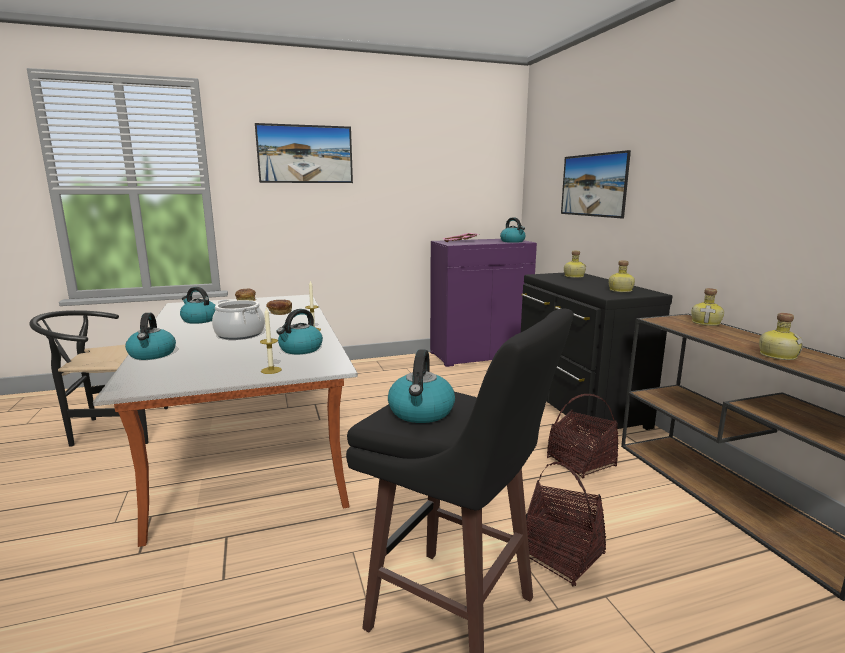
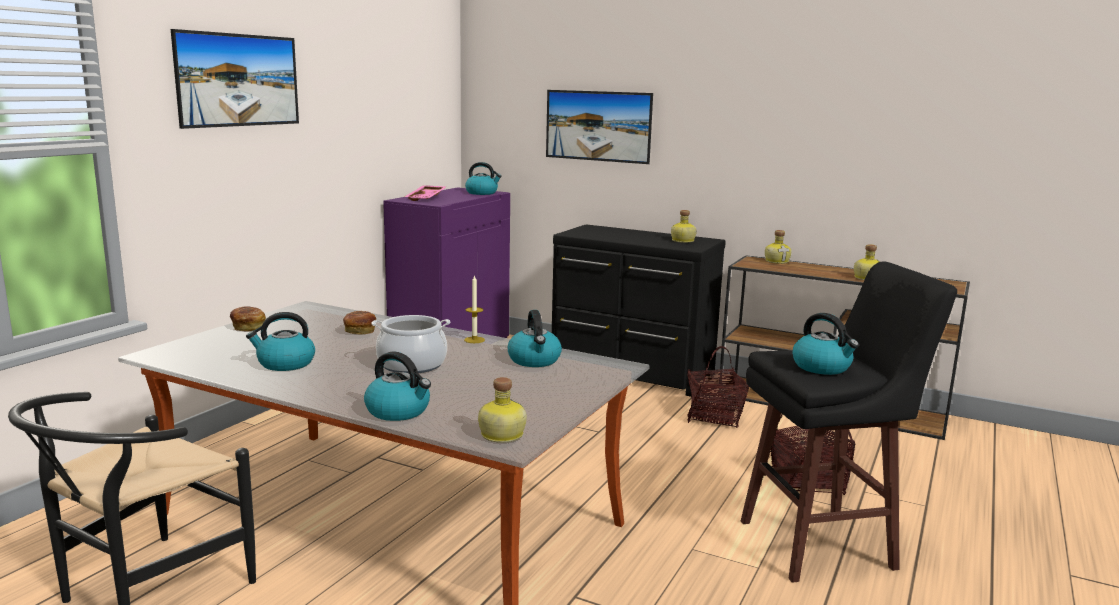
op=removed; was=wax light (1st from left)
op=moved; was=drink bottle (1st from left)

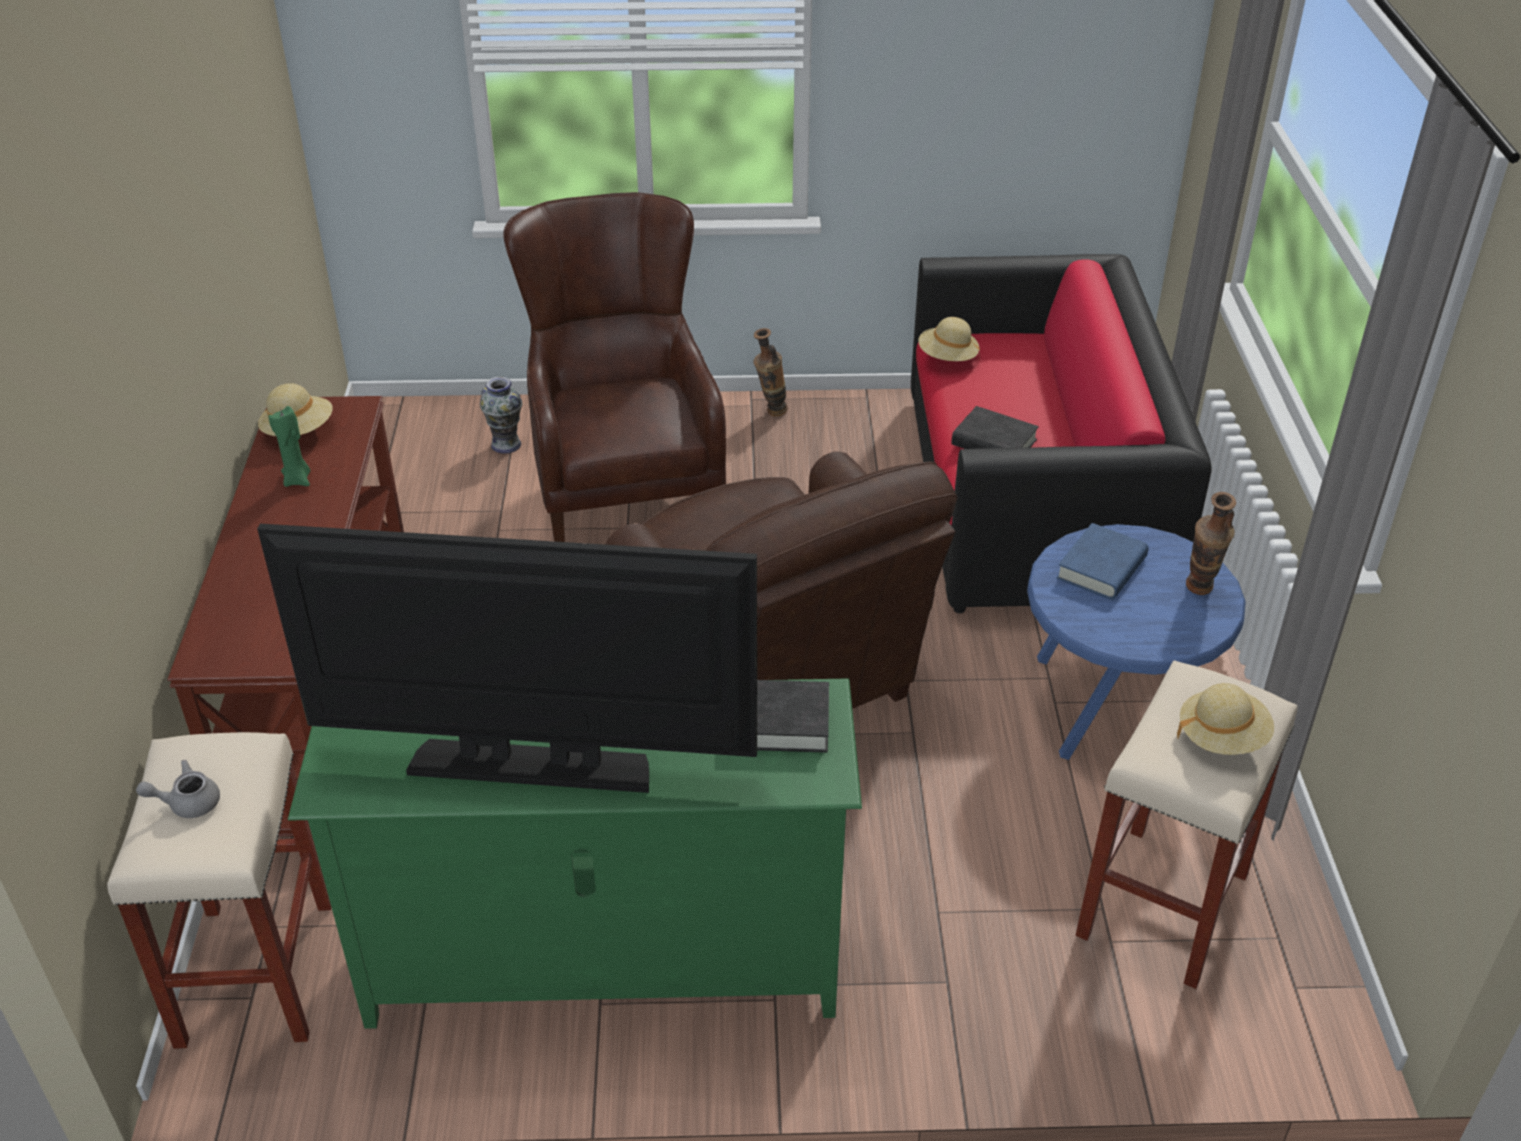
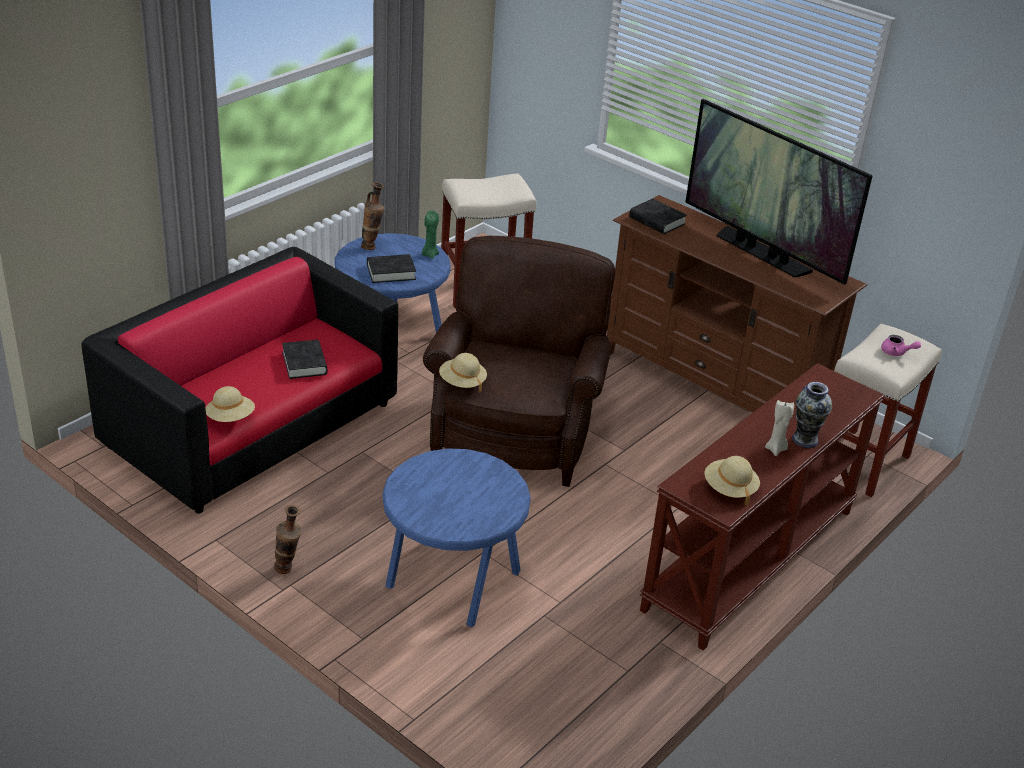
op=added; now=beige wax light
op=moved; was=green-coloured wax light
op=moved; was=decorative vase (1st from left in the first image); now=decorative vase (3rd from left)
op=moved; was=beige clothing hat (3rd from left in the first image); now=beige clothing hat (2nd from left)
op=replaced; was=brown-coloured armchair (1st from left); now=blue side table (2nd from left)
op=recoloured; was=gray pot for tea; now=pinkish pot for tea
op=recoloured; was=green-coloured tv unit; now=brown-coloured tv unit
op=recoloured; was=blue bound book; now=black bound book (2nd from left)

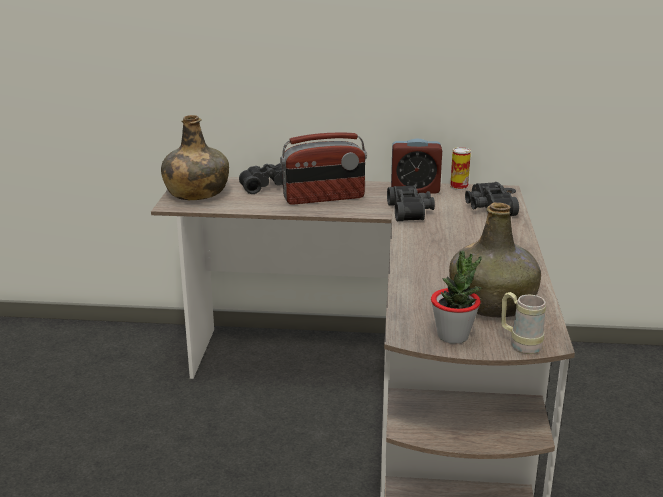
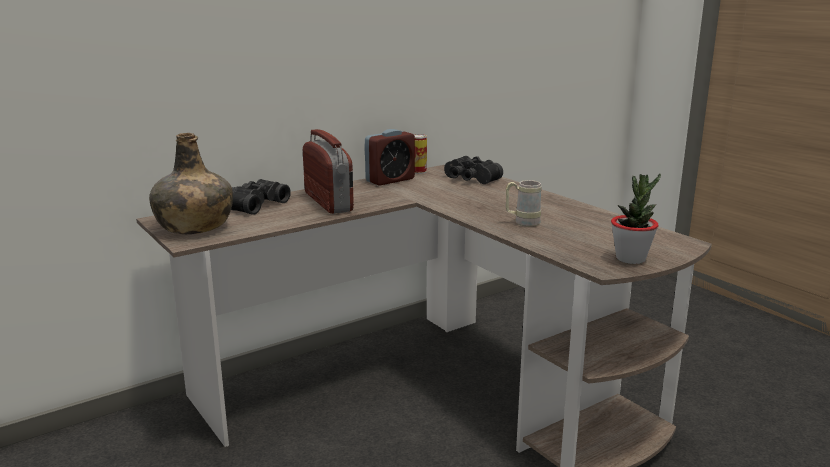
op=removed; was=black field glasses (2nd from left)
op=removed; was=green-coloured drink bottle (2nd from left)
op=moved; was=beige coffee mug
op=turned; was=radio receiver; clockwise=-60

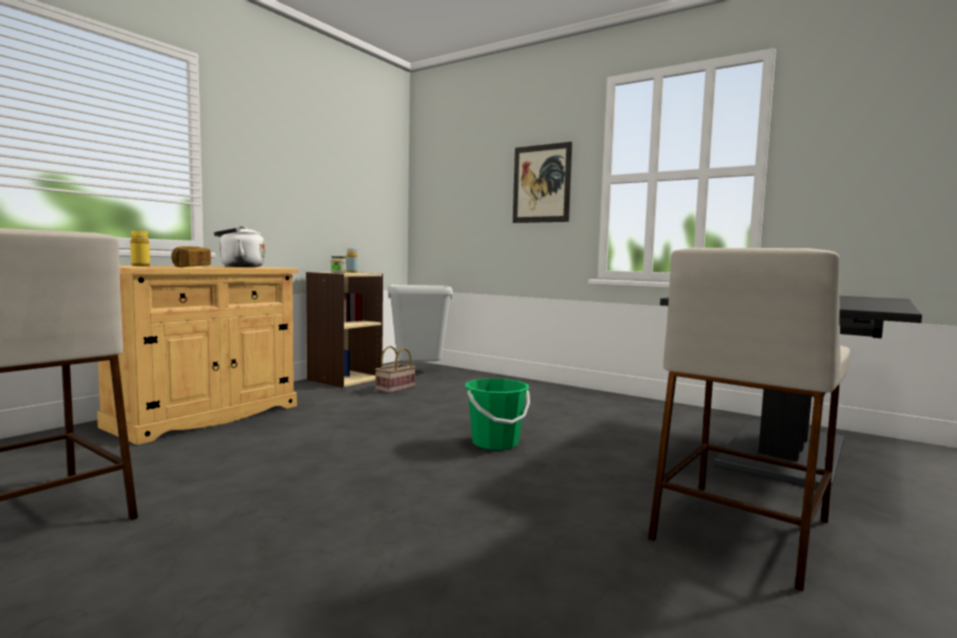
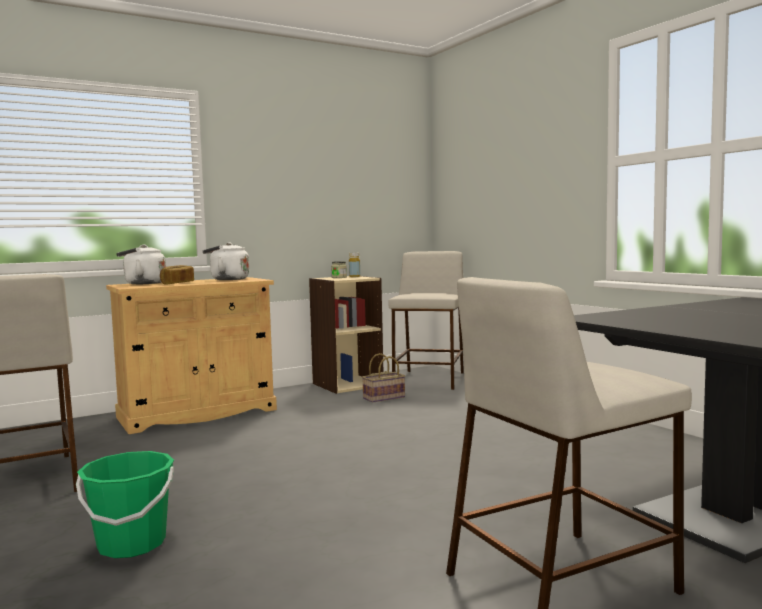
op=removed; was=picture
op=moved; was=green-coloured bucket
op=replaced; was=yellow-coloured drink bottle (1st from left); now=white-coloured kettle (1st from left)
op=replaced; was=gray waste bin; now=beige stool (2nd from left)

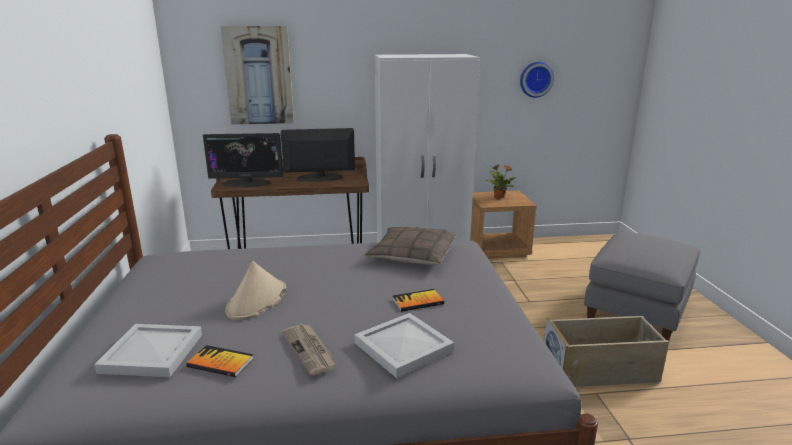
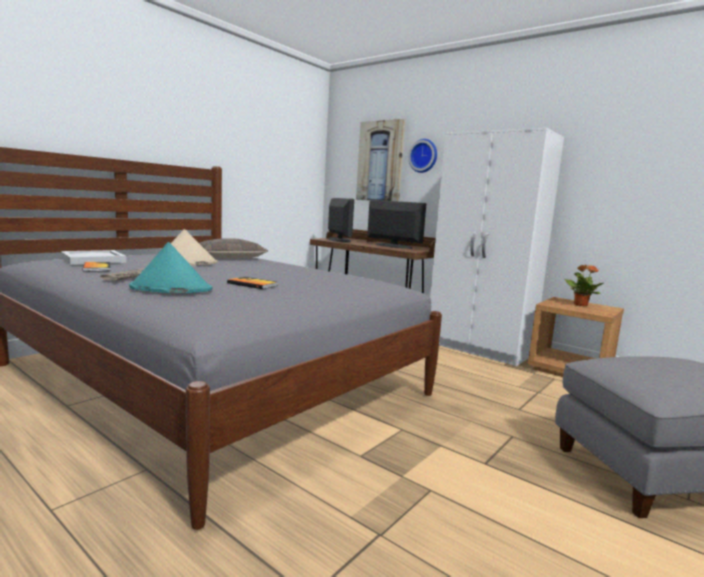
op=removed; was=beige storage box
op=moved; was=pillow
op=moved; was=wall clock
op=replaced; was=white-coloured tray (2nd from left); now=turquoise clothing hat
op=turned; was=computer display (1st from left); clockwise=-150

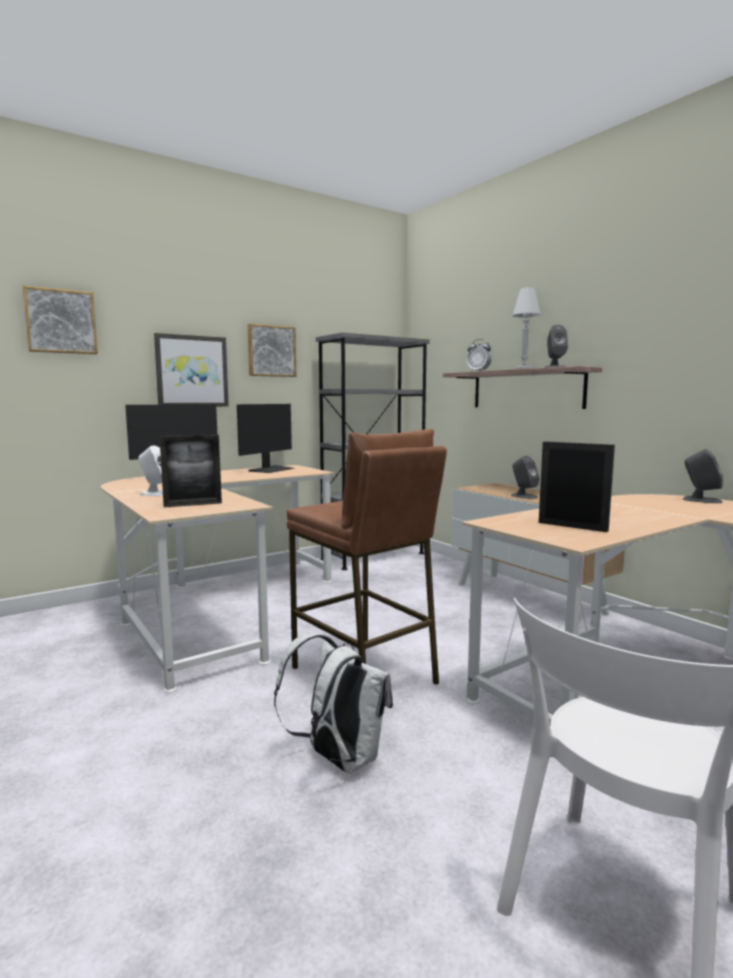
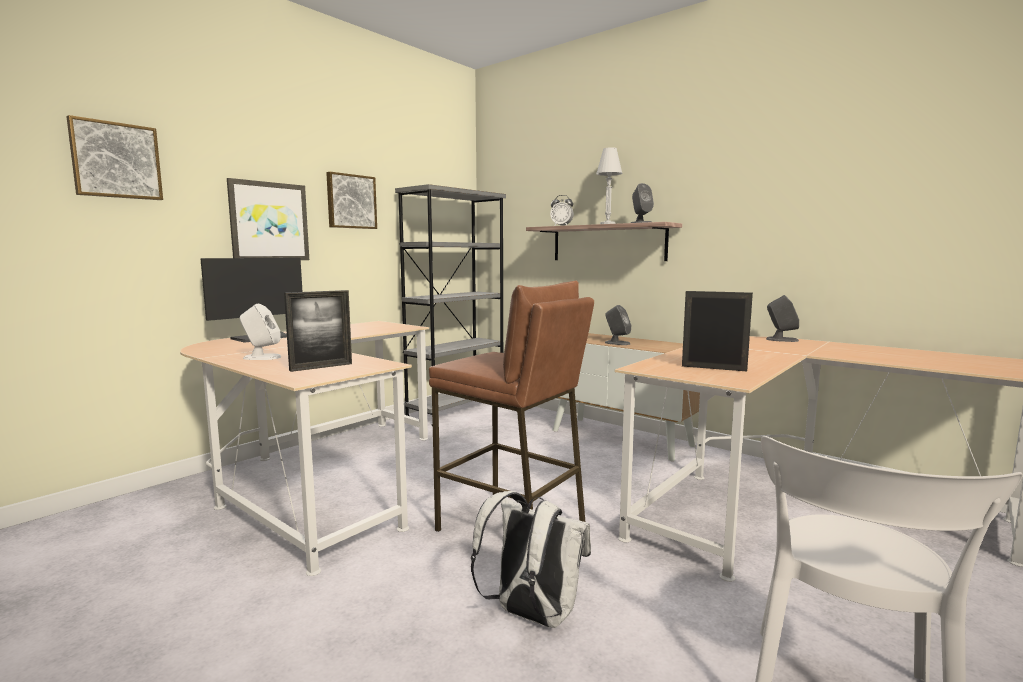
op=removed; was=computer display (2nd from left)

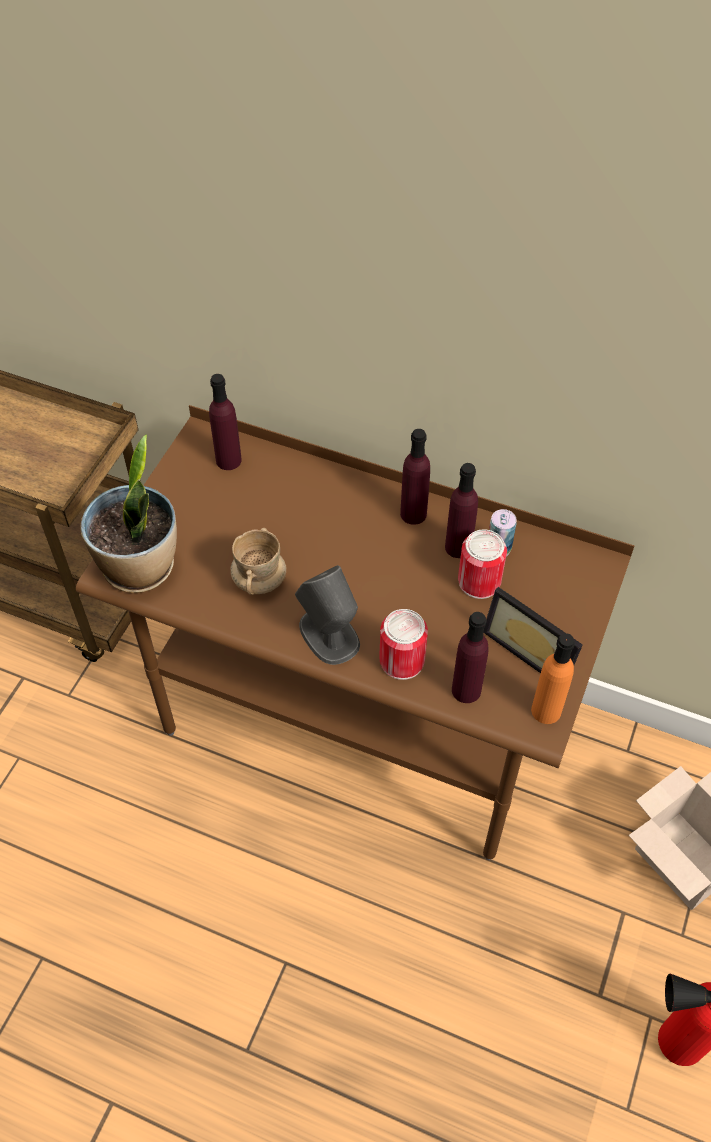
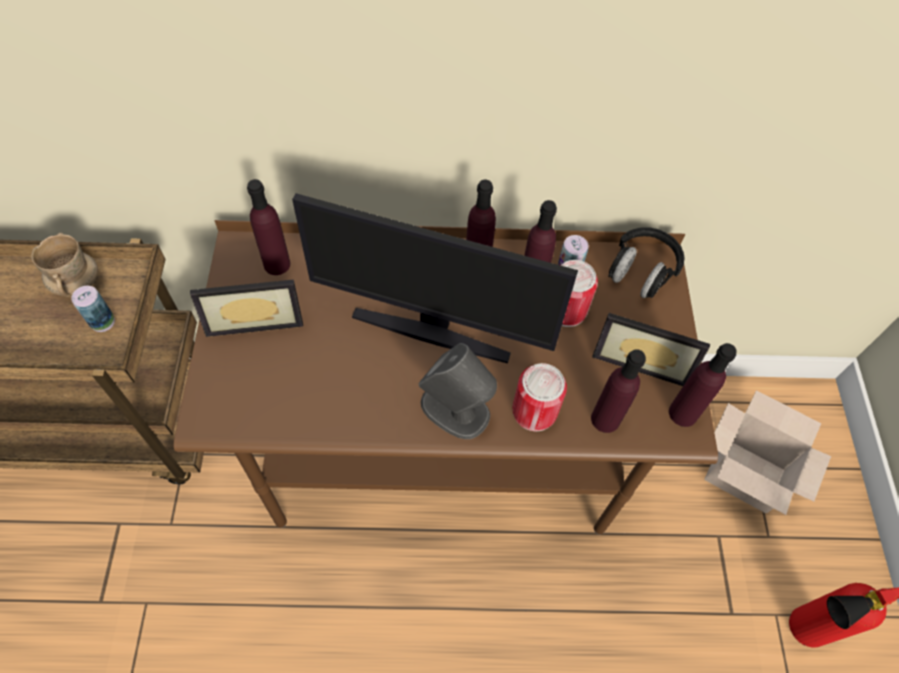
op=removed; was=plant in a pot
op=added; now=can (1st from left)
op=added; now=photo frame (1st from left)
op=added; now=computer display
op=added; now=black headphones
op=moved; was=beige coffee mug
op=recoloured; was=orange drink bottle; now=purple-coloured drink bottle (5th from left)

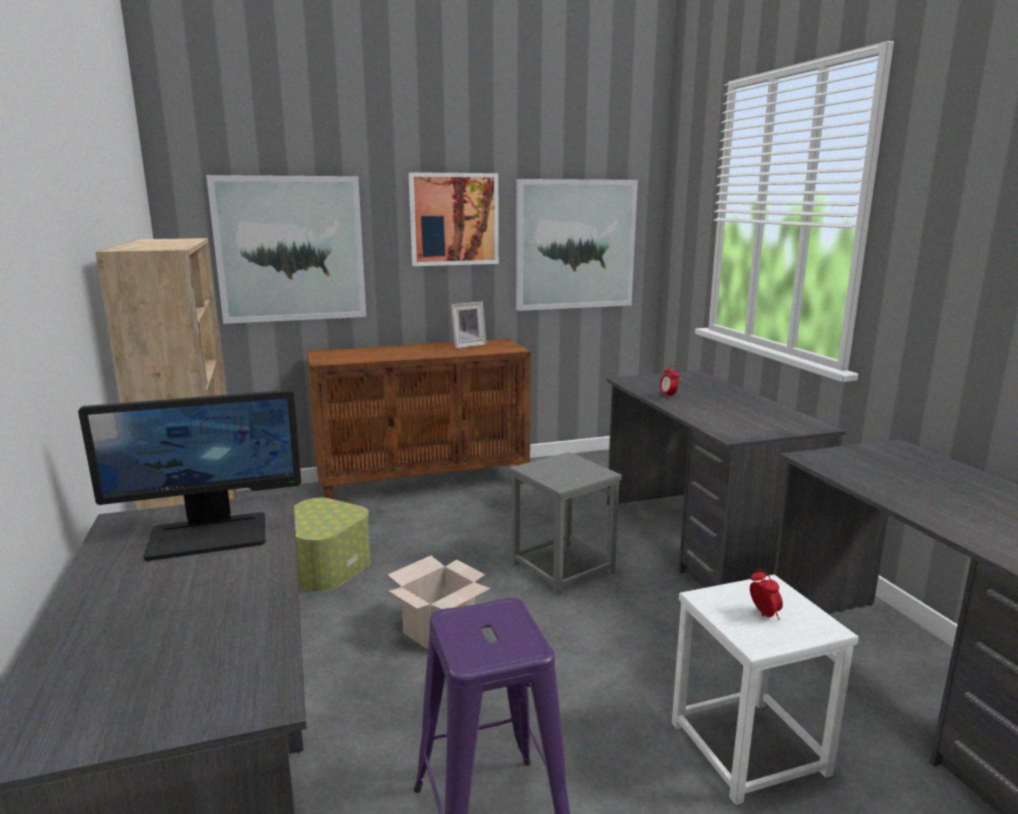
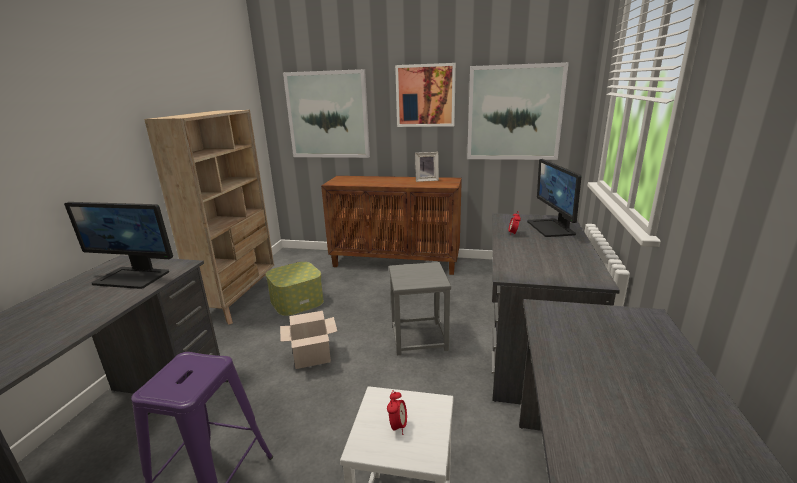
op=added; now=computer display (2nd from left)

